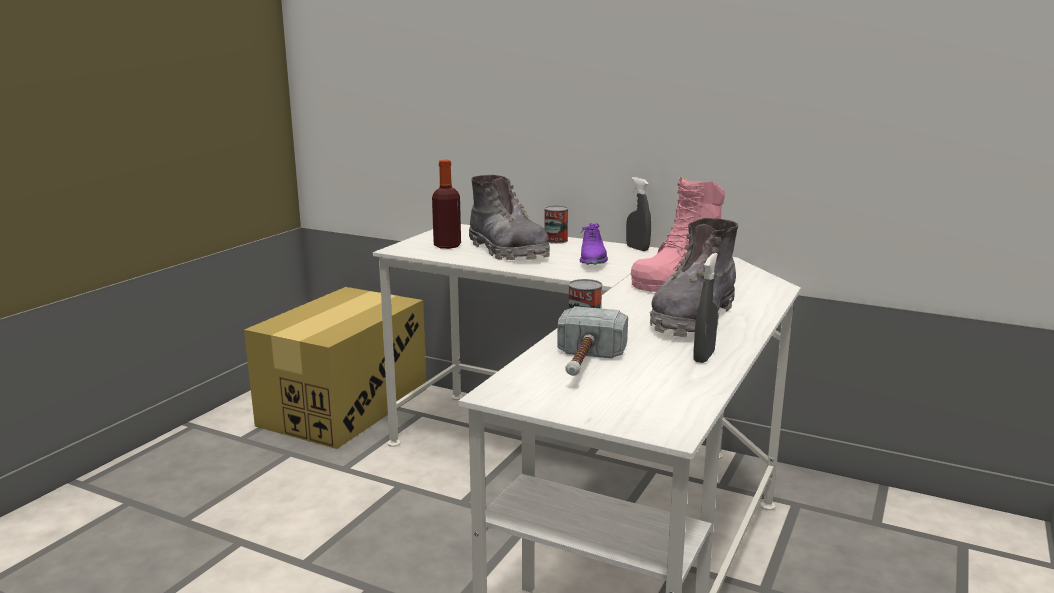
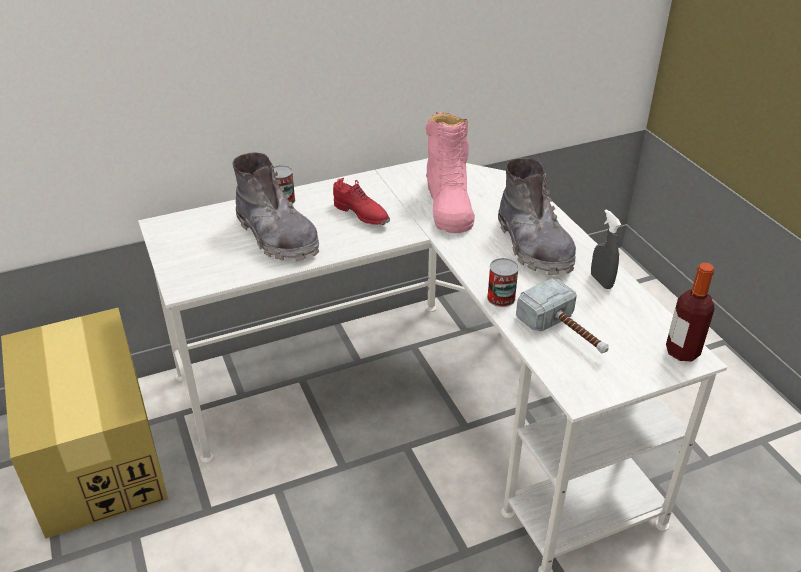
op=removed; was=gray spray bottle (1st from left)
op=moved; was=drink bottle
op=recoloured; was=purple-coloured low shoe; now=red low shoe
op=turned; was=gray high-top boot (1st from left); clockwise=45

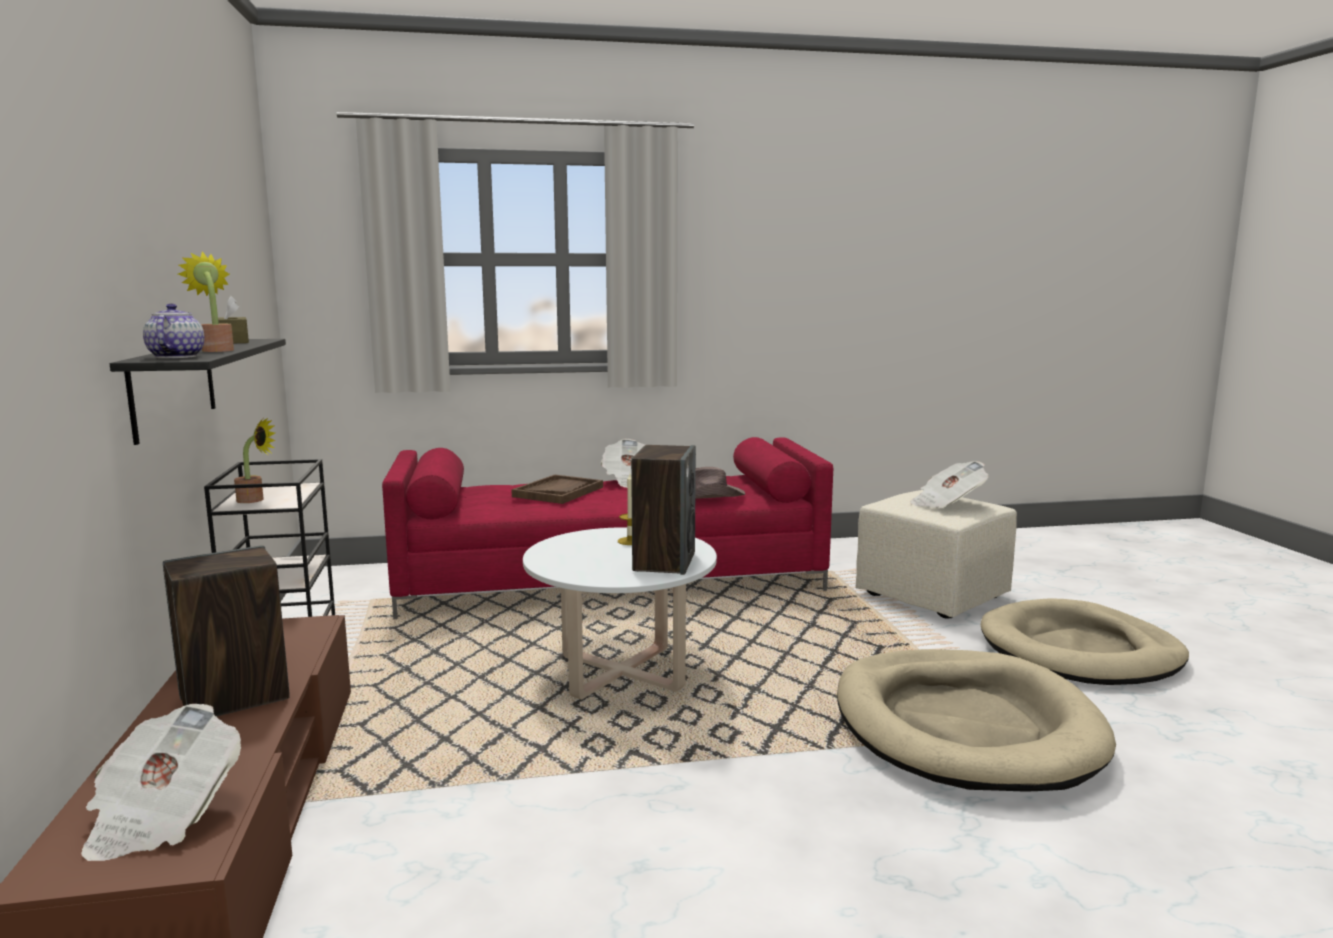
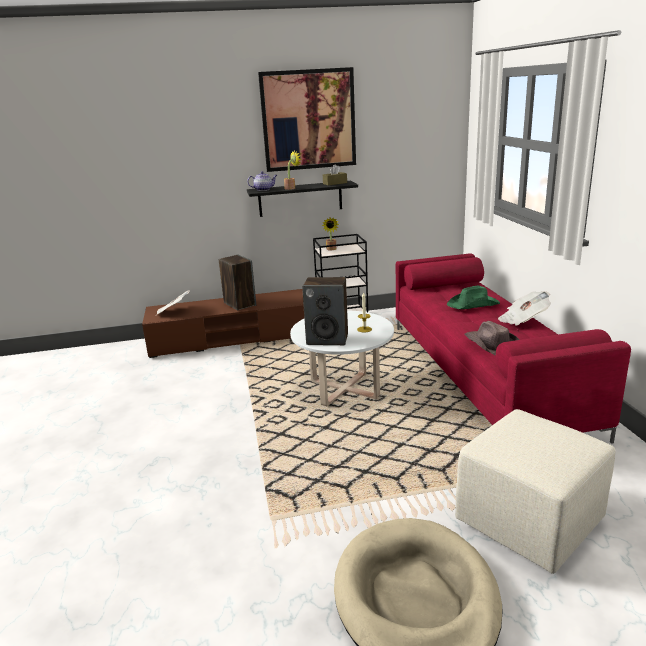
op=removed; was=beige dog cushion (1st from left)
op=removed; was=daily paper (3rd from left)
op=added; now=picture
op=replaced; was=brown-coloured tray; now=green-coloured clothing hat

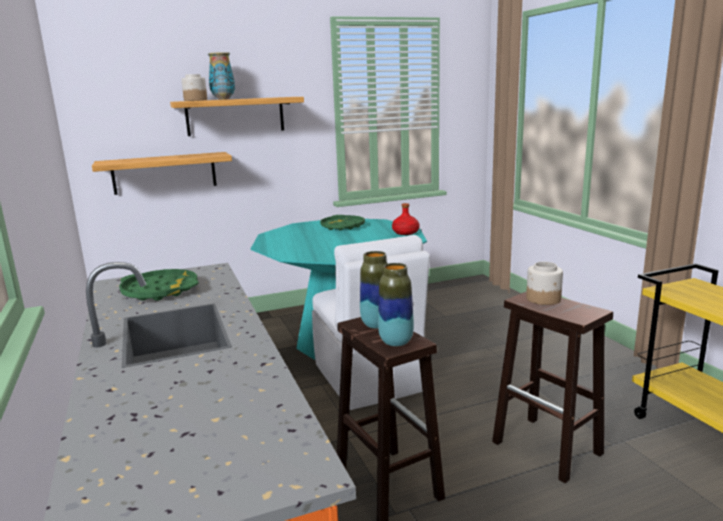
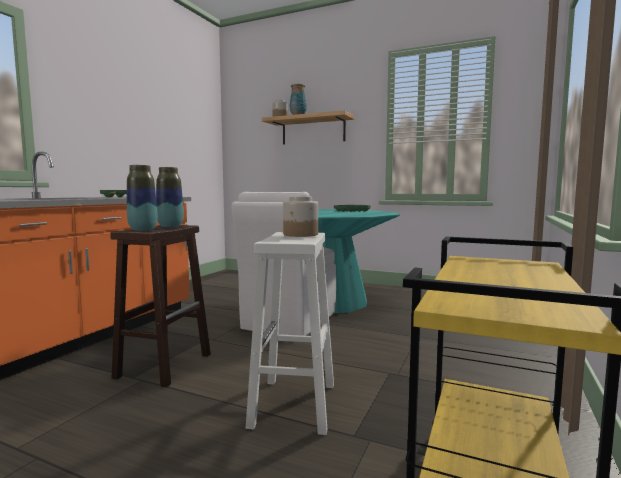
op=removed; was=bracket shelf (1st from left)
op=removed; was=red drink bottle
op=recoloured; was=brown-coloured stool (2nd from left); now=white-coloured stool

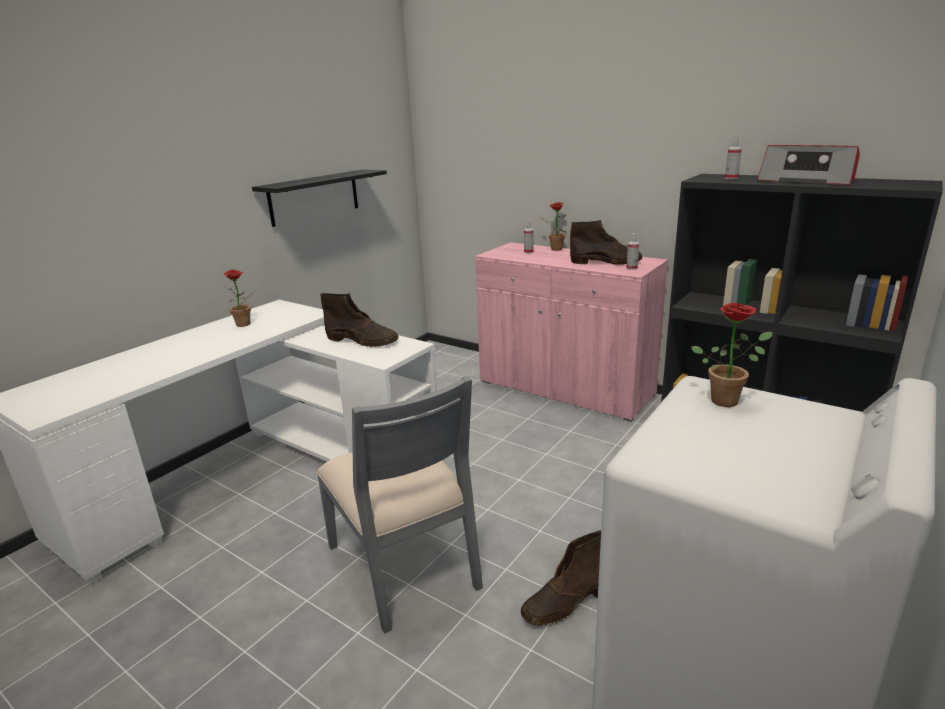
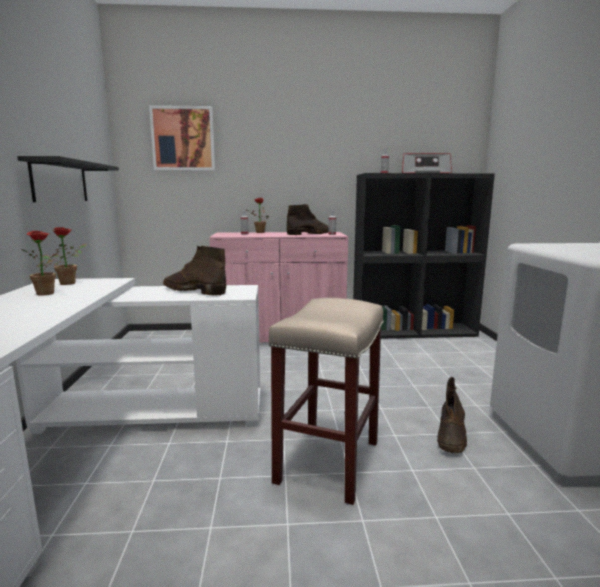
op=added; now=picture
op=moved; was=plant in a pot (3rd from left in the first image); now=plant in a pot (2nd from left)
op=replaced; was=gray upright chair; now=beige stool
op=turned; was=brown-coloured high-top boot (1st from left); clockwise=-135

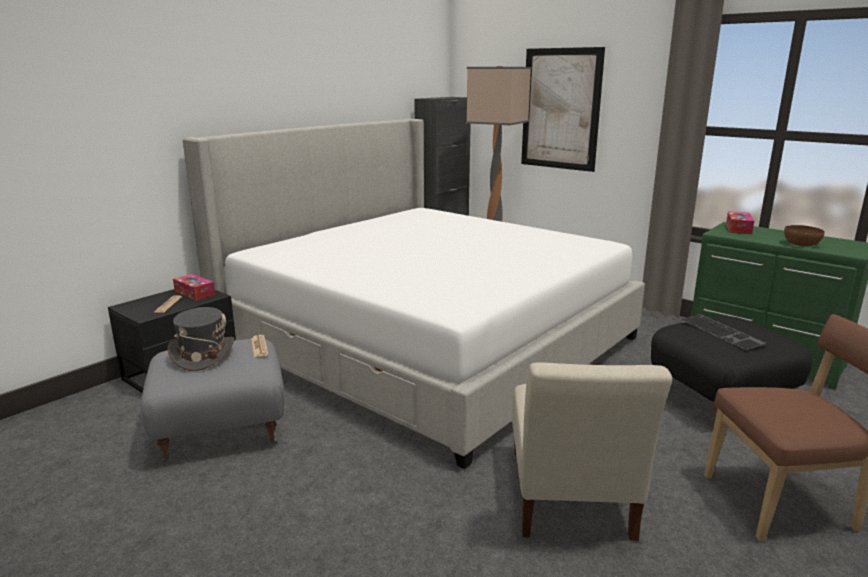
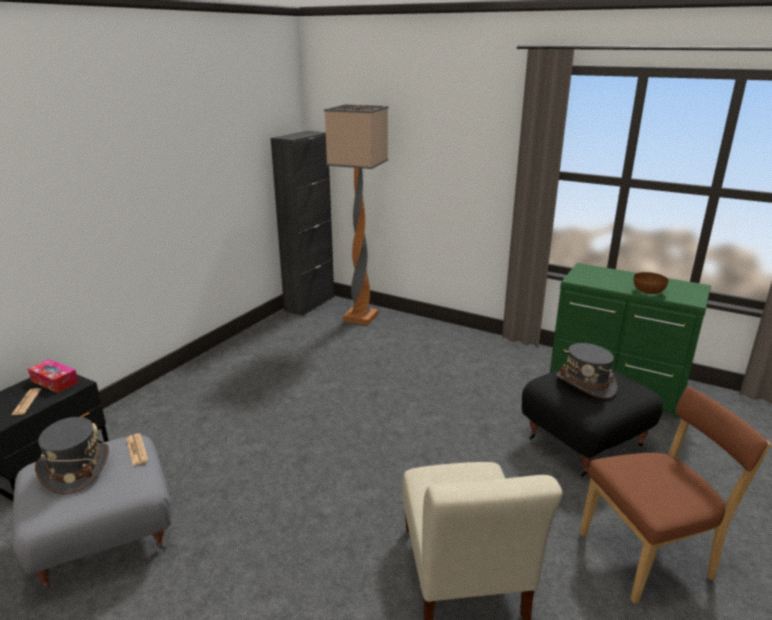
op=removed; was=sleeping bed
op=removed; was=picture
op=removed; was=tissue box (2nd from left)
op=replaced; was=keyboard; now=gray clothing hat (2nd from left)

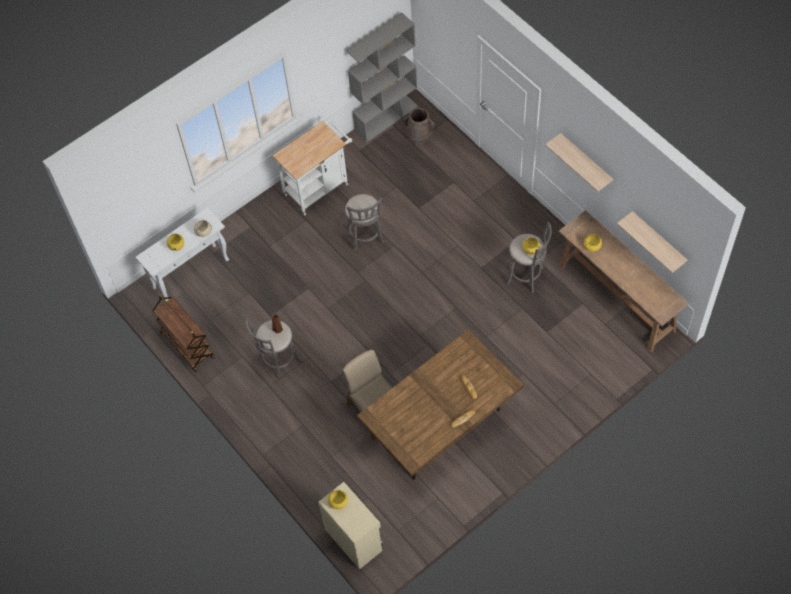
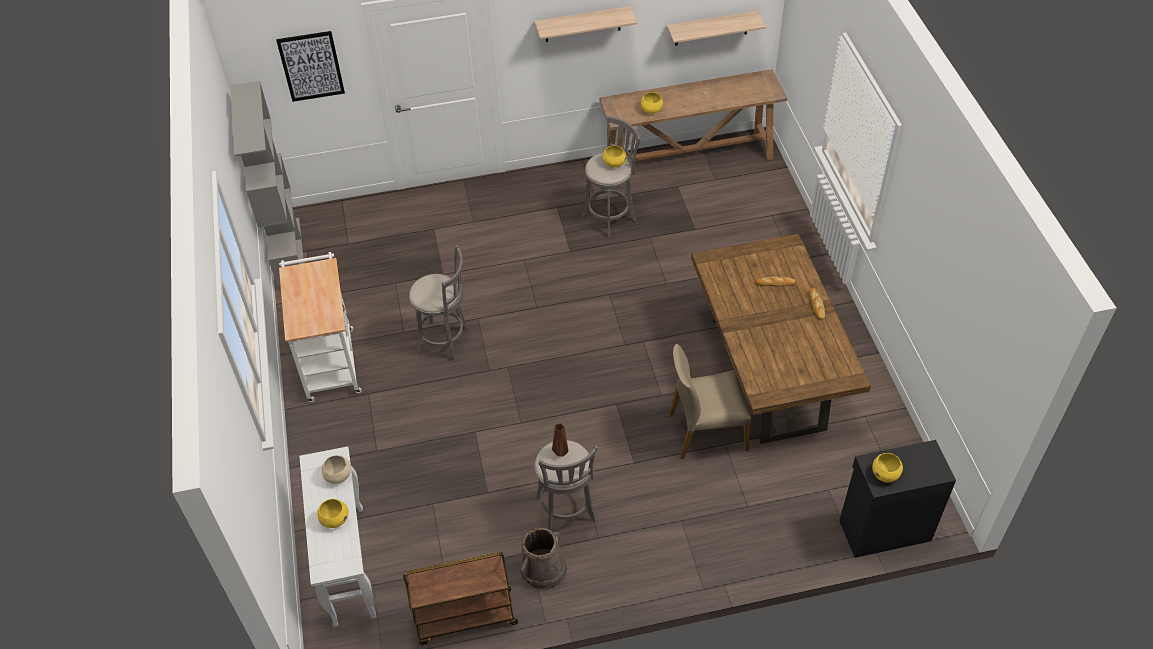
op=added; now=picture
op=moved; was=brown-coloured bucket
op=recoloured; was=beige cabinet; now=black cabinet

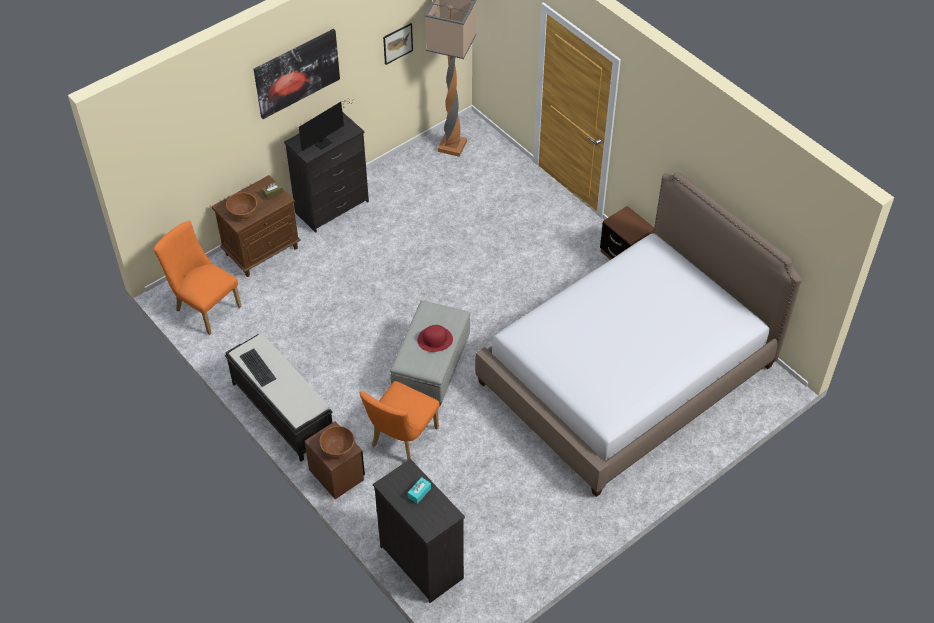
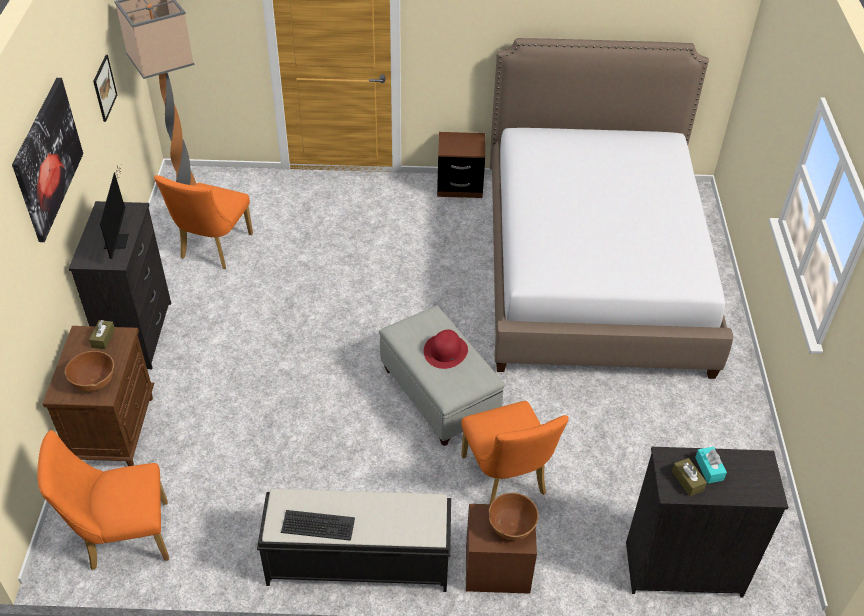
op=added; now=orange upright chair (2nd from left)
op=added; now=brown-coloured tissue box (2nd from left)

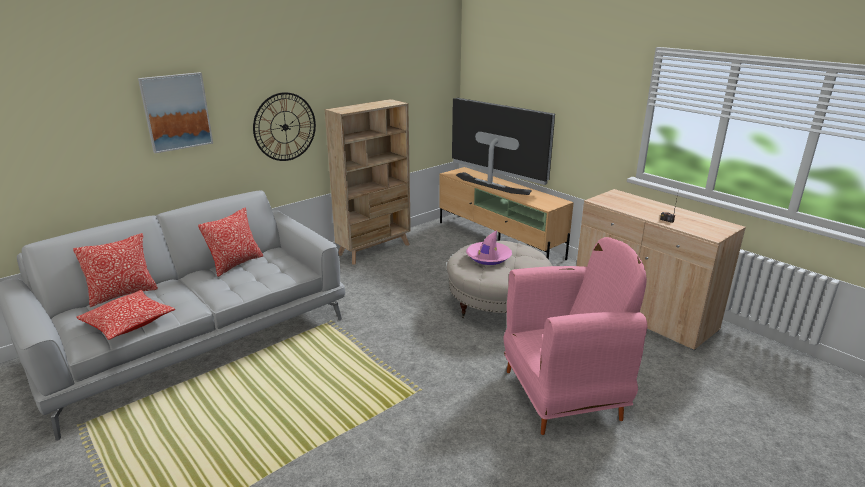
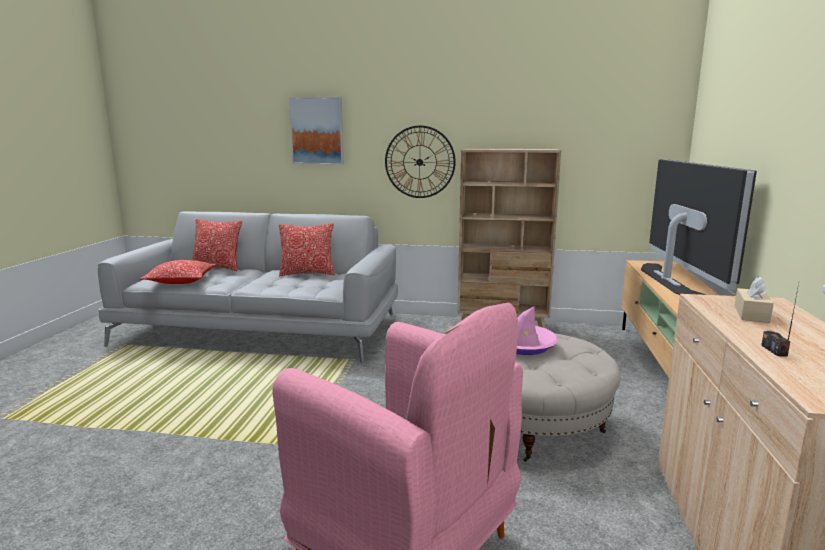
op=added; now=beige tissue box

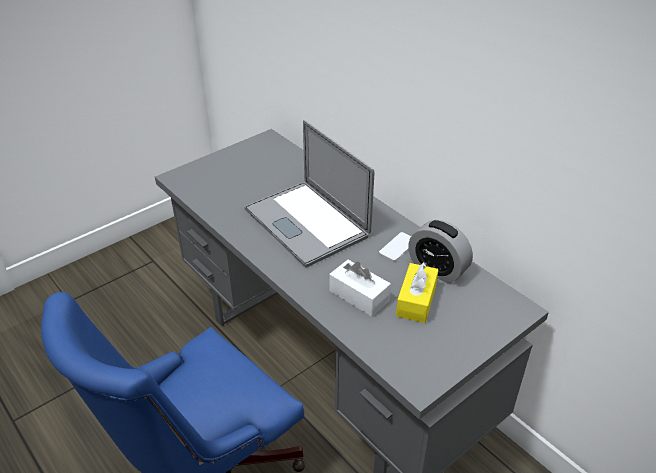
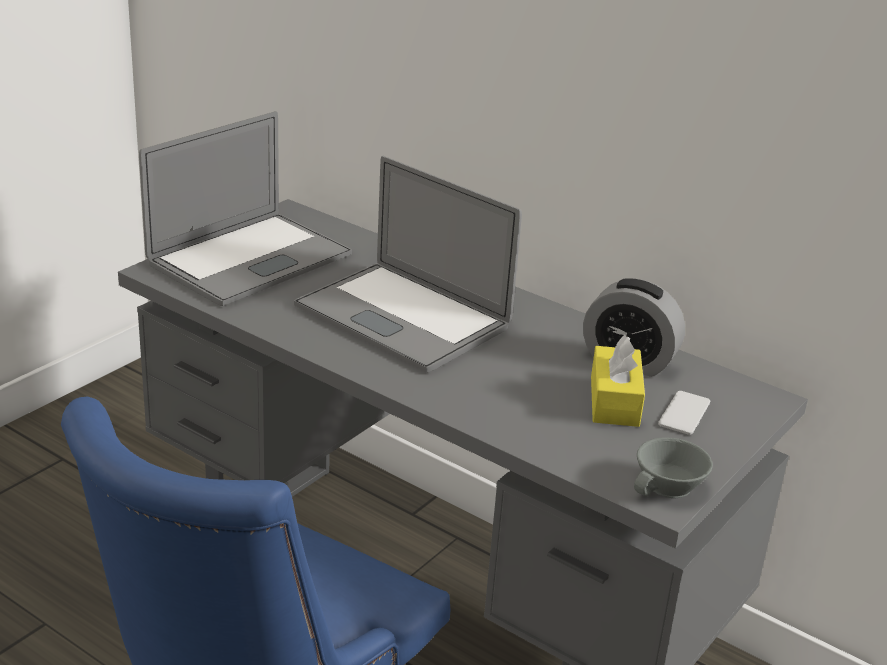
op=removed; was=white-coloured tissue box
op=added; now=notebook computer (1st from left)
op=added; now=gray small cup
op=moved; was=handset

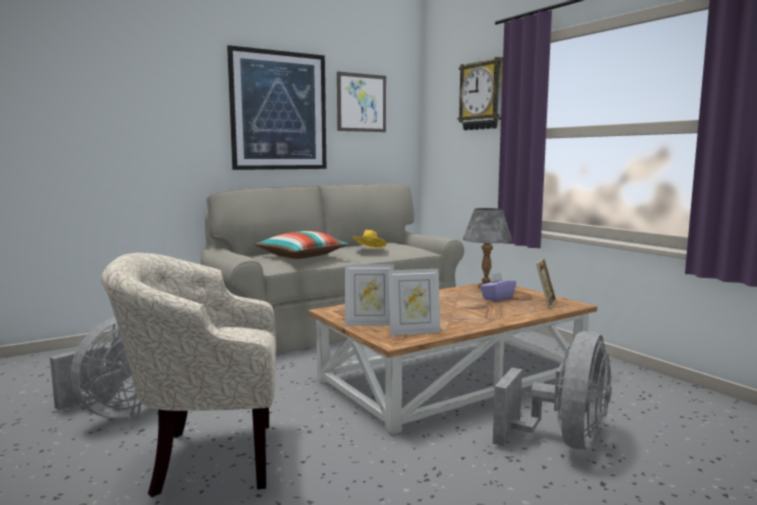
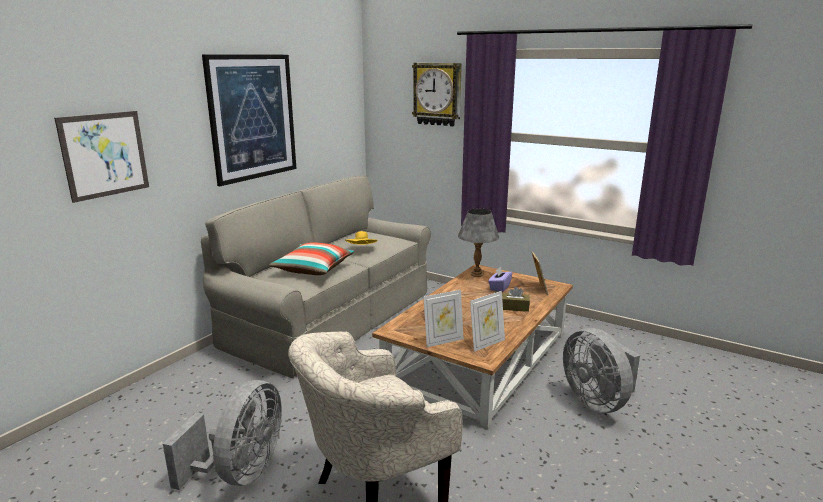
op=added; now=brown-coloured tissue box
op=moved; was=picture (2nd from left in the first image); now=picture (1st from left)
op=turned; was=gray fan (2nd from left); clockwise=150

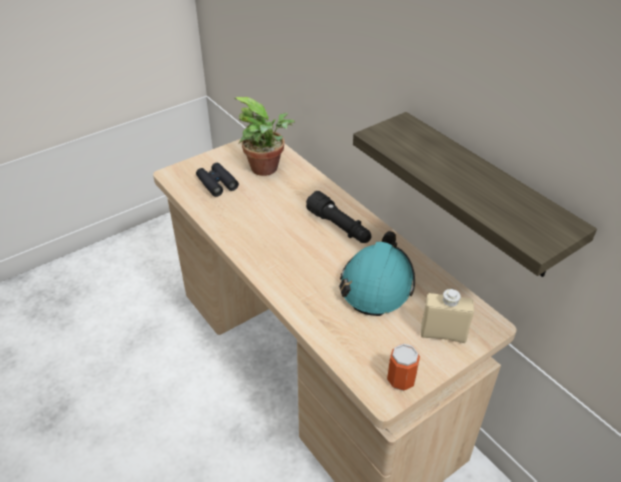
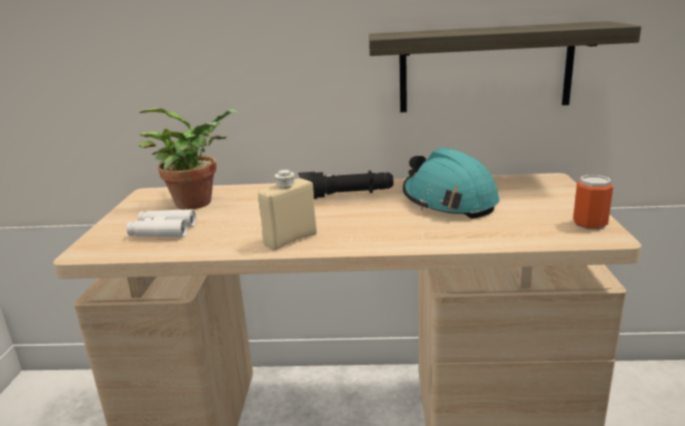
op=moved; was=beige drink bottle
op=recoloured; was=black field glasses; now=white-coloured field glasses

